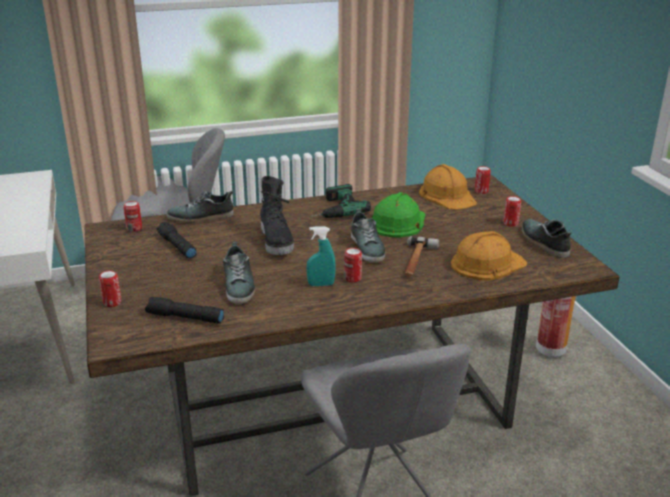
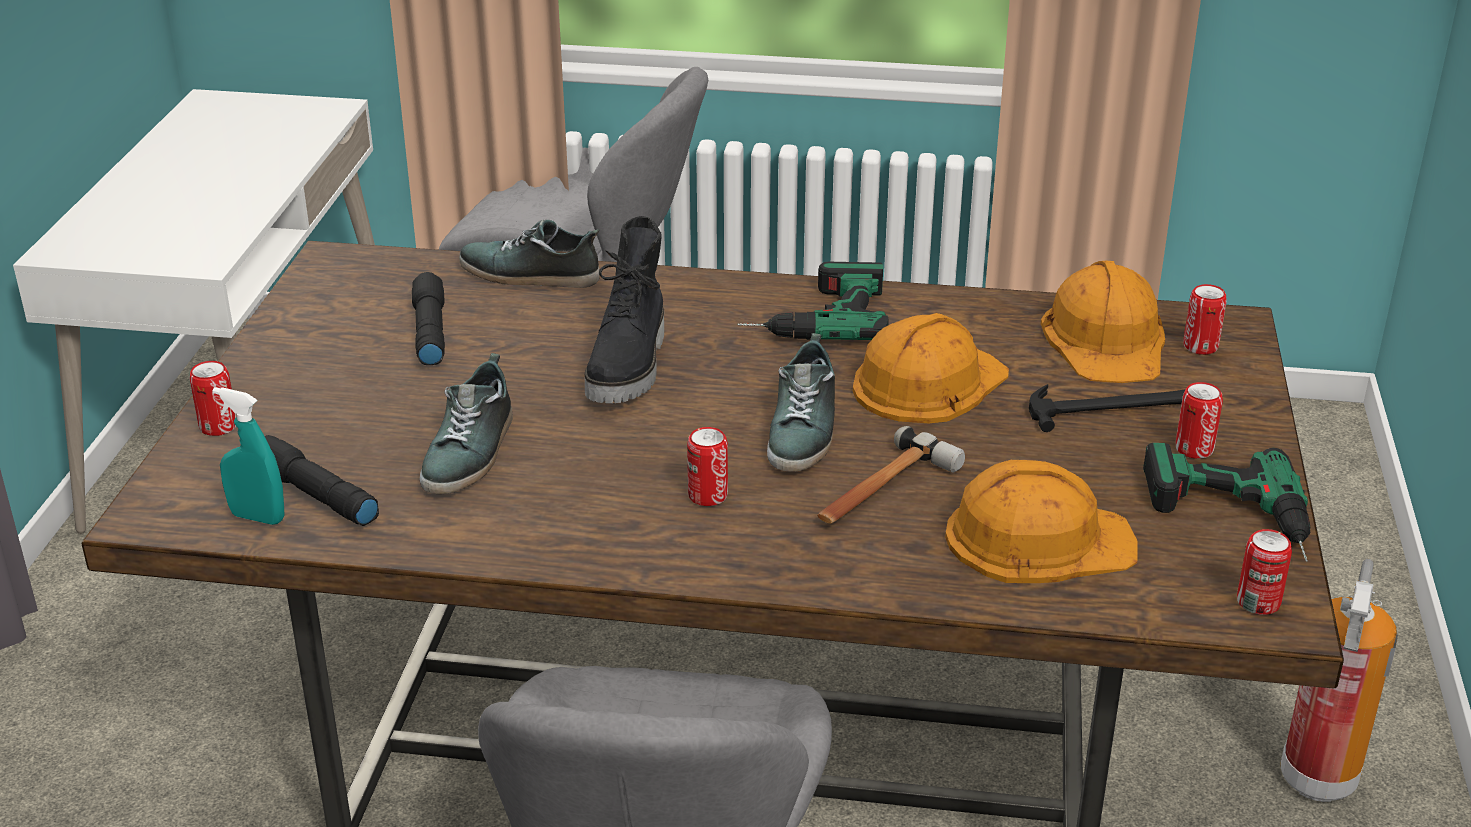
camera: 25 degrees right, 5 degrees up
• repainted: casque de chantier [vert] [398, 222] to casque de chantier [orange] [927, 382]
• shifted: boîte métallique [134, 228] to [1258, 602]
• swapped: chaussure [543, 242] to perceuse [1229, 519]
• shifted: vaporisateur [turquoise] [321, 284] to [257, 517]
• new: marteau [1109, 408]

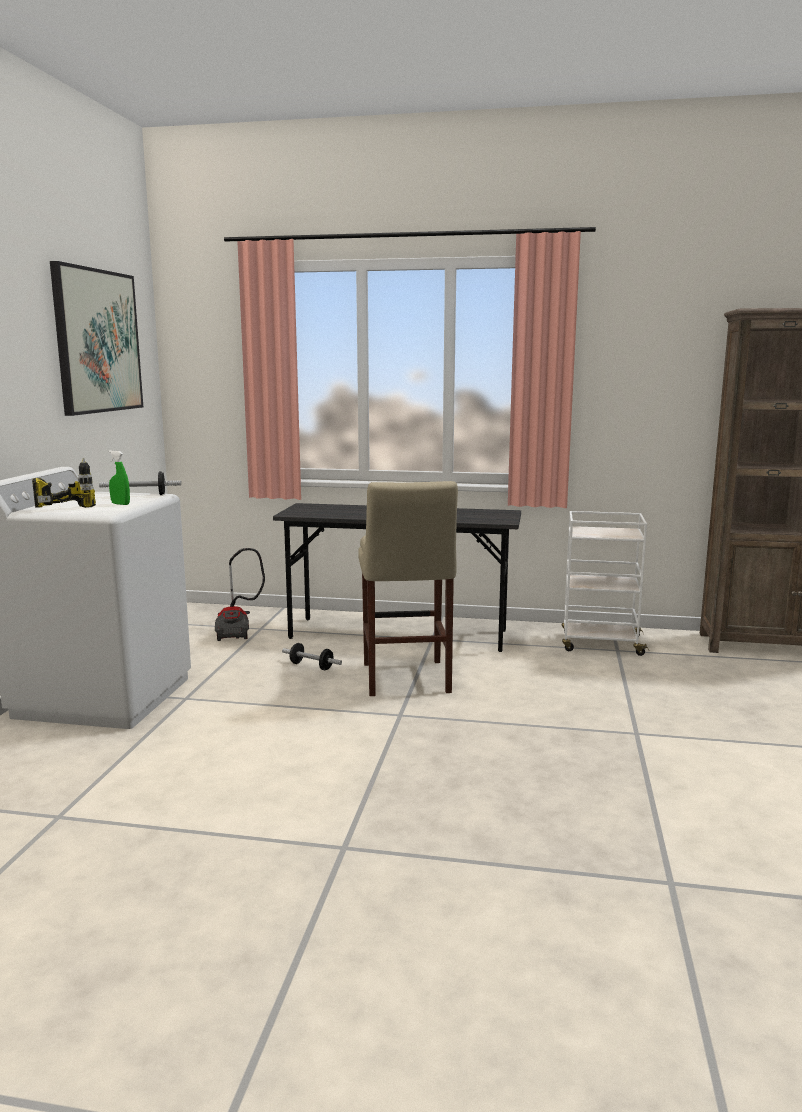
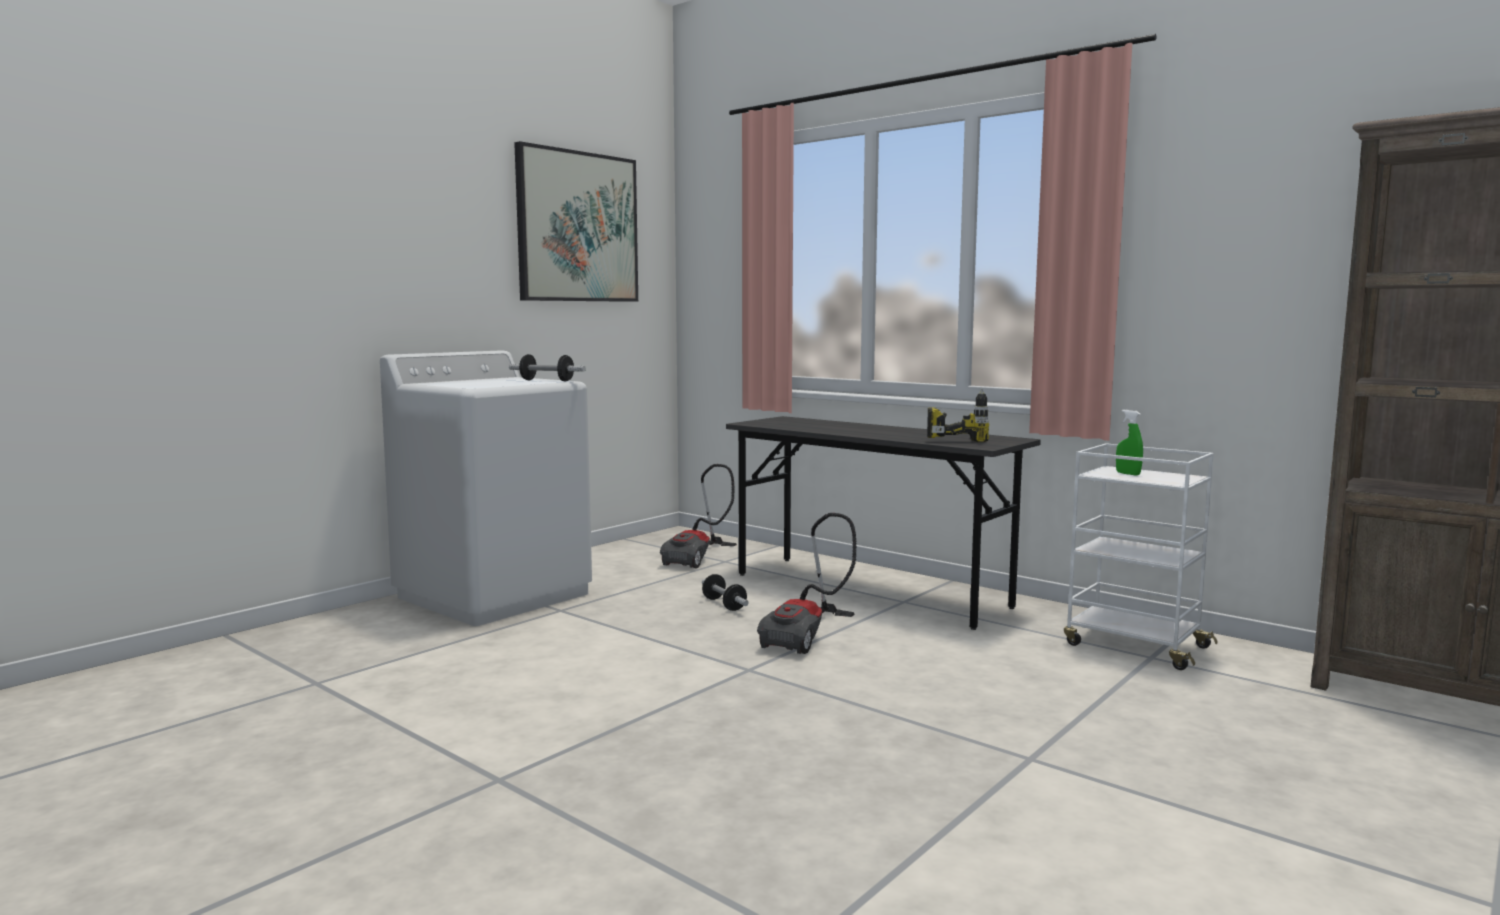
camera: 30 degrees right, 5 degrees down
• shifted: vaporisateur [vert] [120, 504] to [1128, 474]
• shifted: perceuse [66, 505] to [956, 439]
• swapped: tabouret [beige] [405, 680] to aspirateur [808, 637]

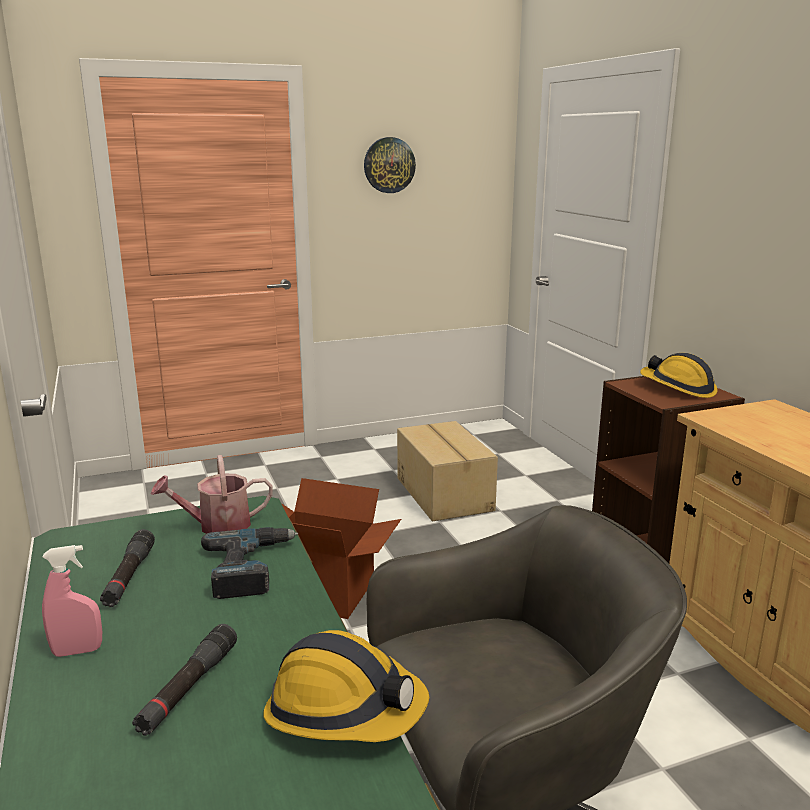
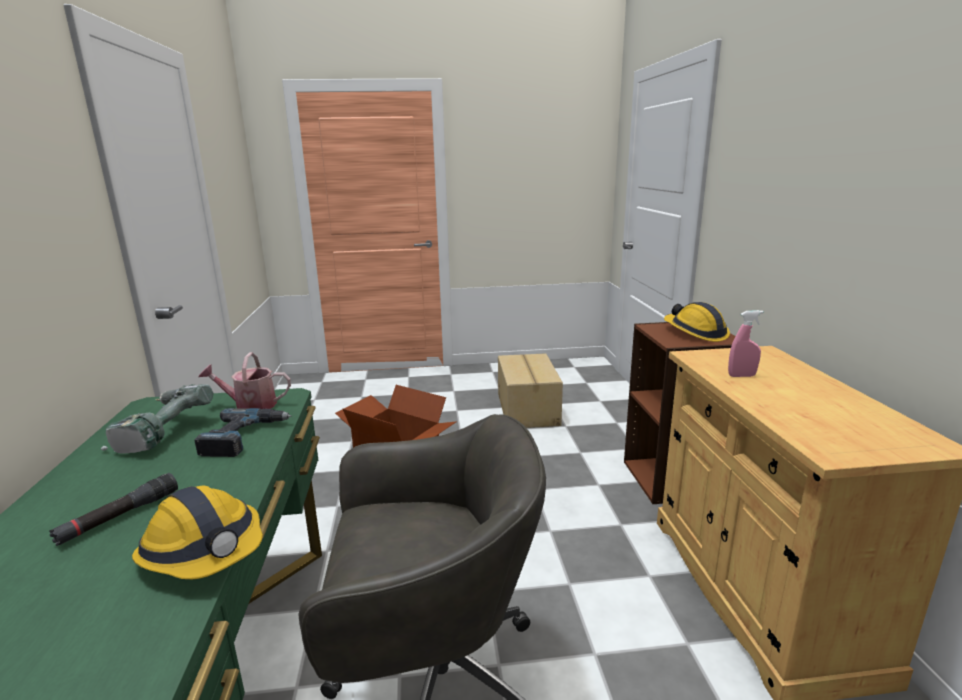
camera: 15 degrees right, 0 degrees up
• gone: horloge murale [389, 165]
• swapped: lampe de poche [noir] [129, 576] to perceuse [161, 433]
• shifted: vaporisateur [rose] [77, 651] to [741, 376]

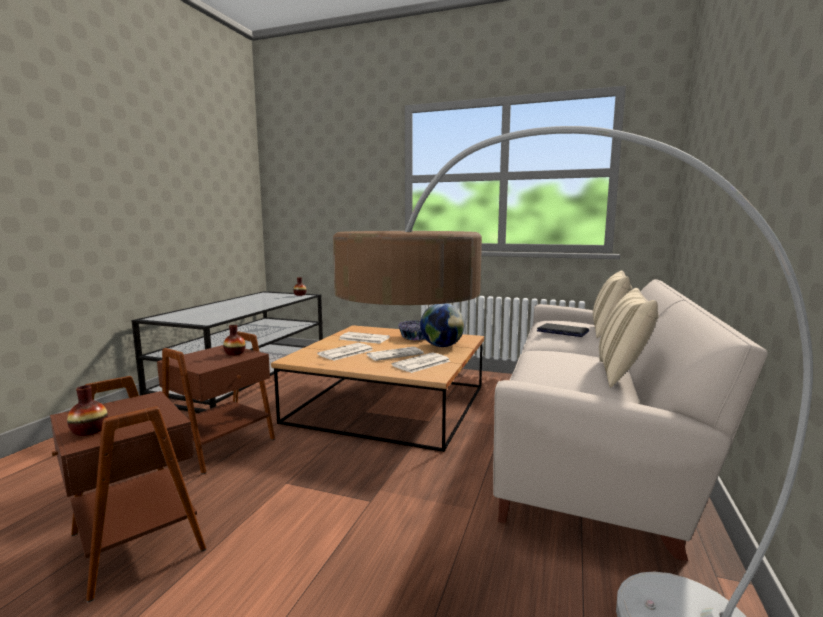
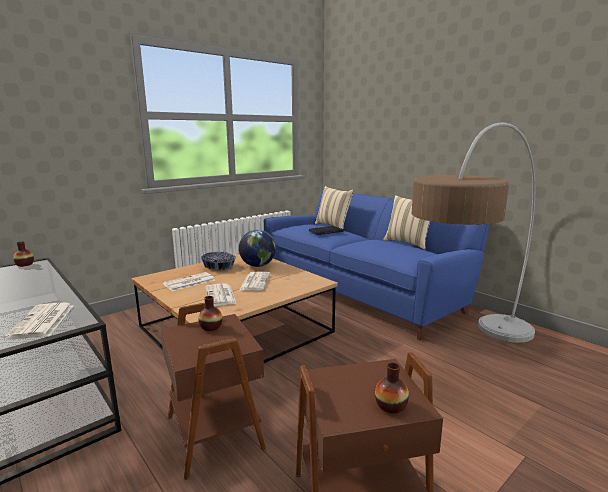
camera: 60 degrees left, 5 degrees up
• repainted: canapé [beige] [592, 440] to canapé [bleu] [361, 291]
• shifted: journal [421, 363] to [42, 321]

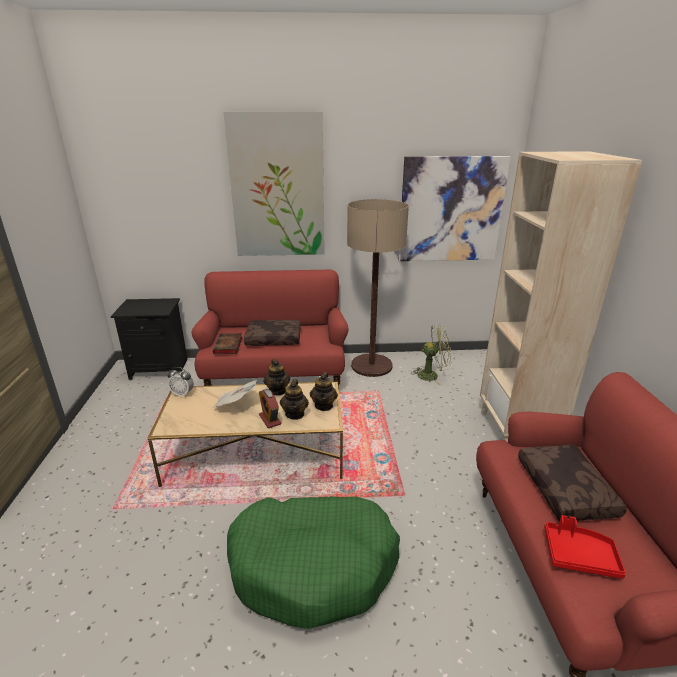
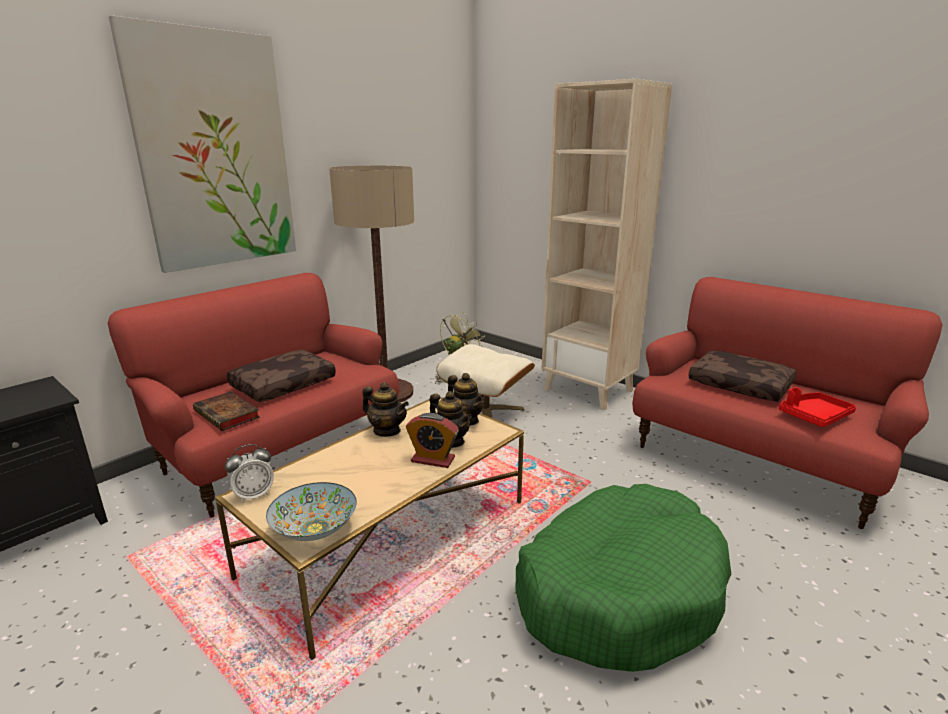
camera: 45 degrees left, 5 degrees down
• gone: tableau [451, 210]
• gone: journal [236, 404]
• new: pouf [beige] [485, 411]
• new: bol [314, 529]

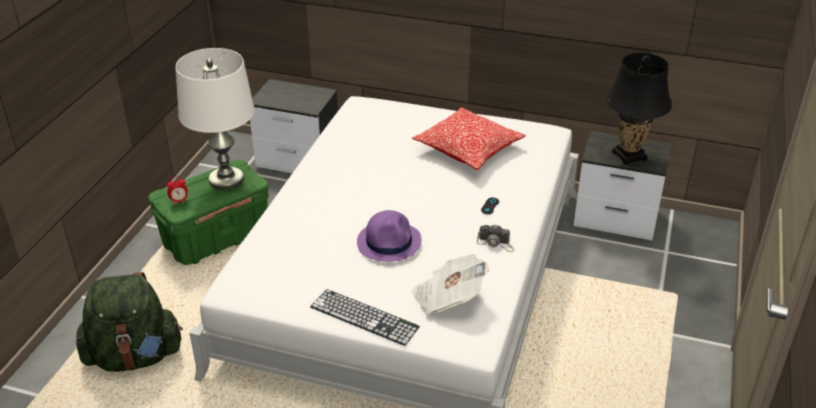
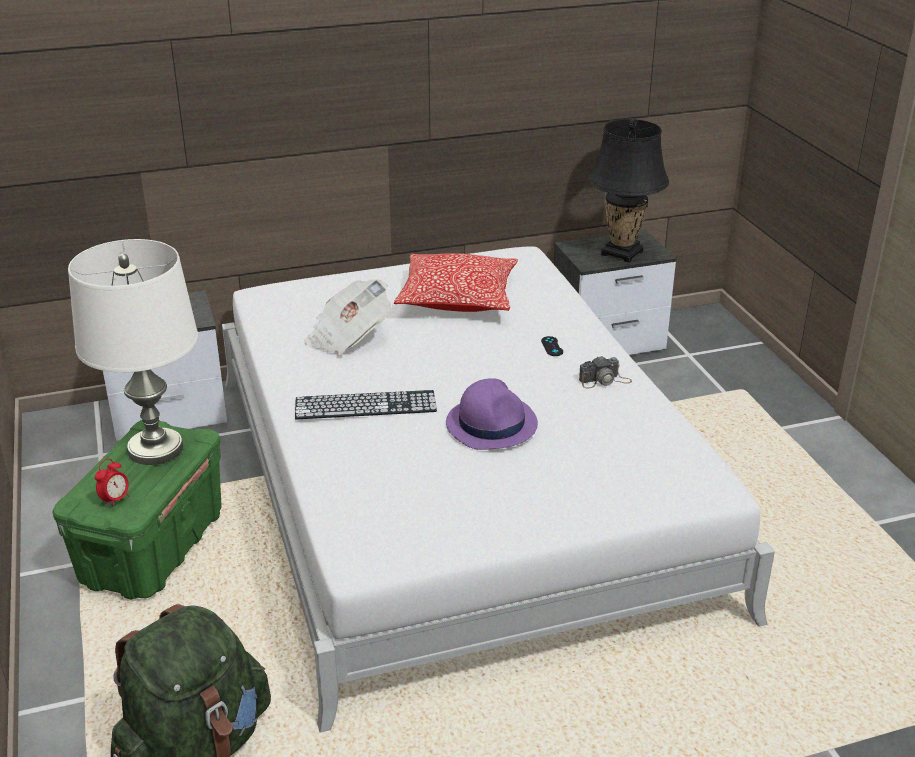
camera: 35 degrees left, 5 degrees down
• shifted: journal [448, 298] to [348, 337]
• shifted: clavier [364, 317] to [365, 405]

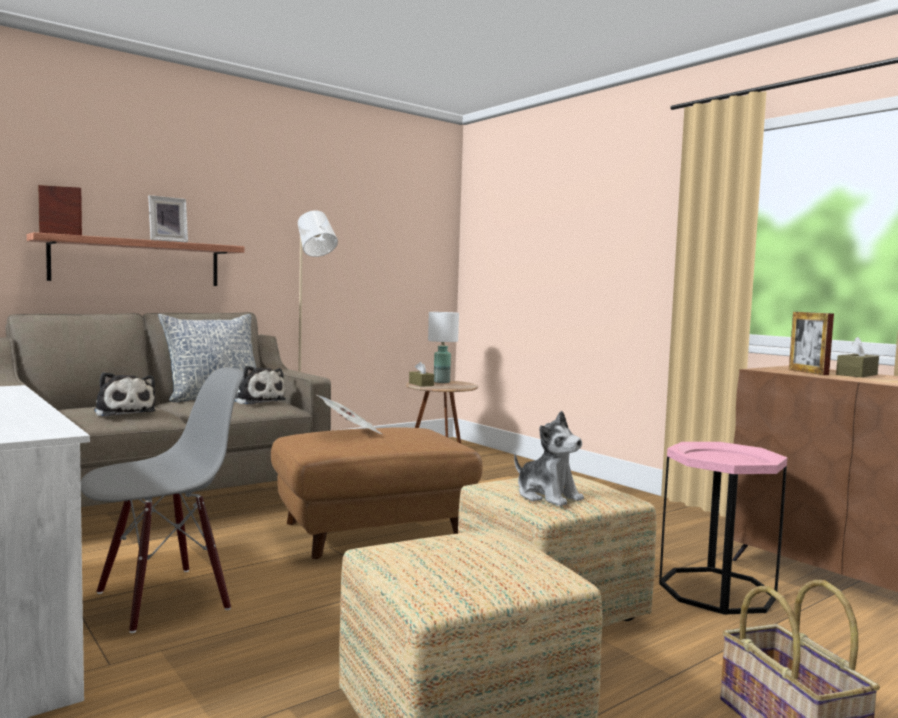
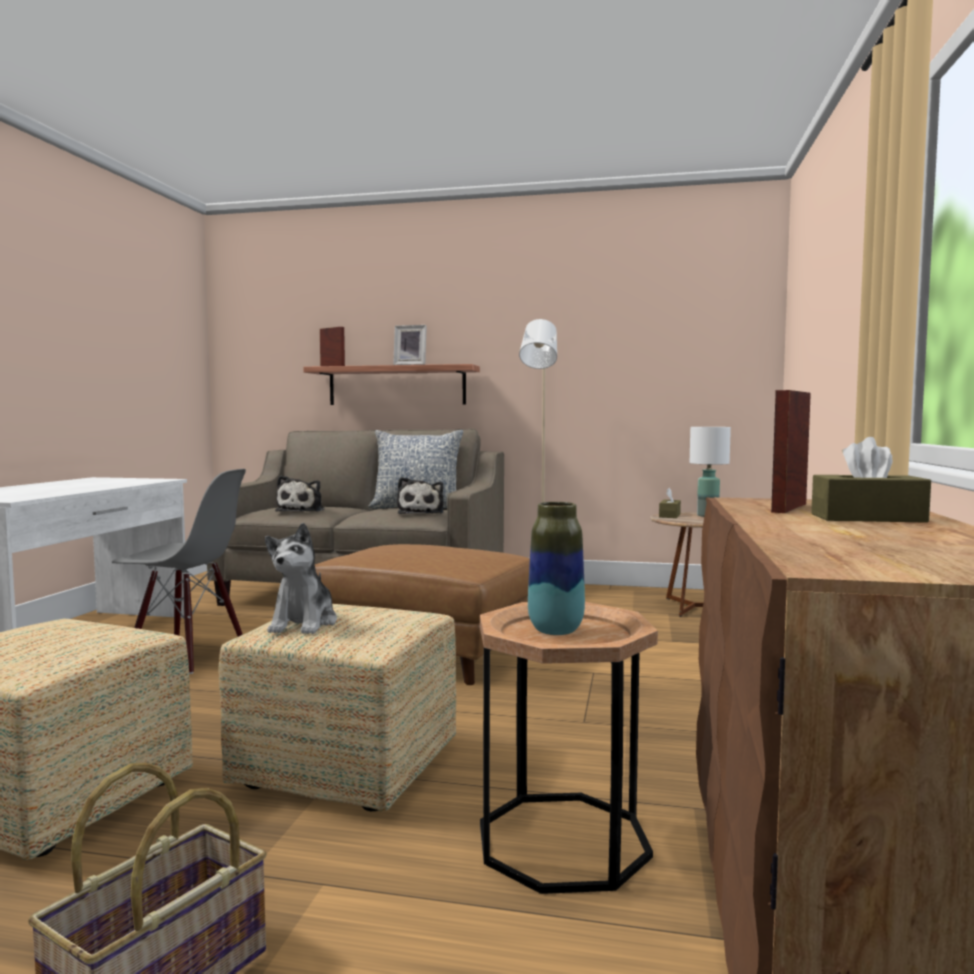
camera: 50 degrees right, 0 degrees up
• gone: journal [350, 433]
• repainted: table d'appoint [rose] [717, 590] to table d'appoint [marron] [563, 840]
• new: vase [555, 630]

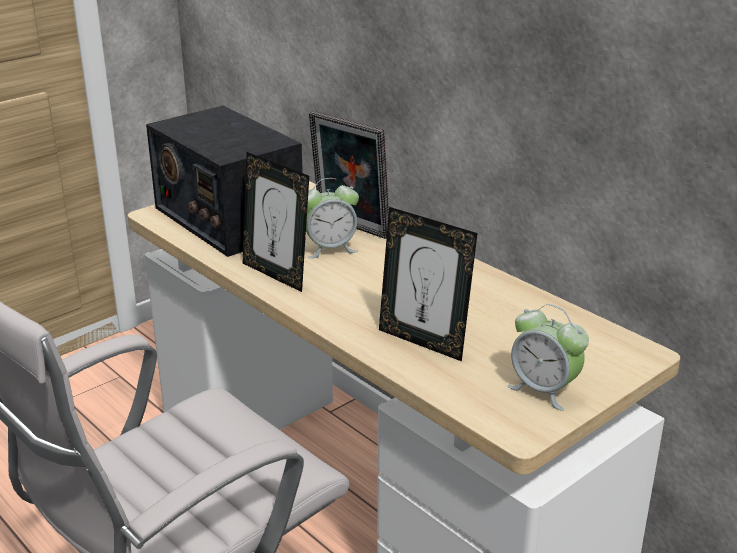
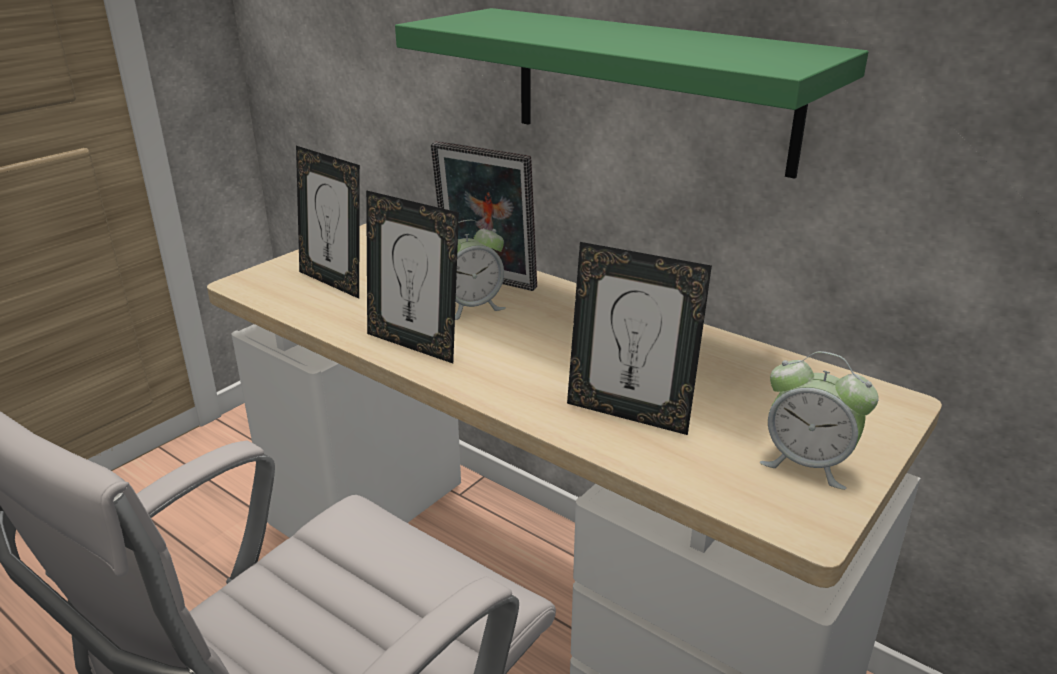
camera: 10 degrees left, 0 degrees up
• swapped: radio [227, 218] to cadre photo [334, 282]
• new: étagère [vert] [650, 88]

